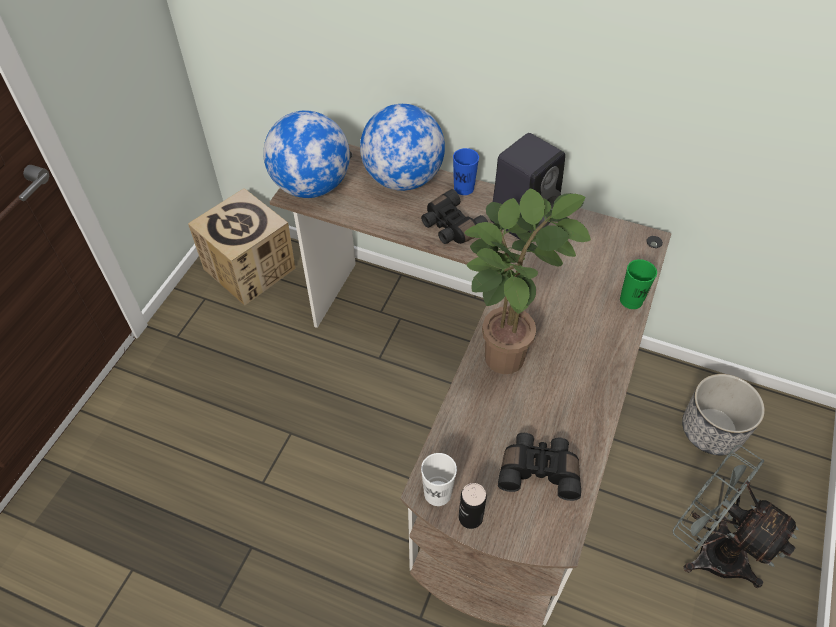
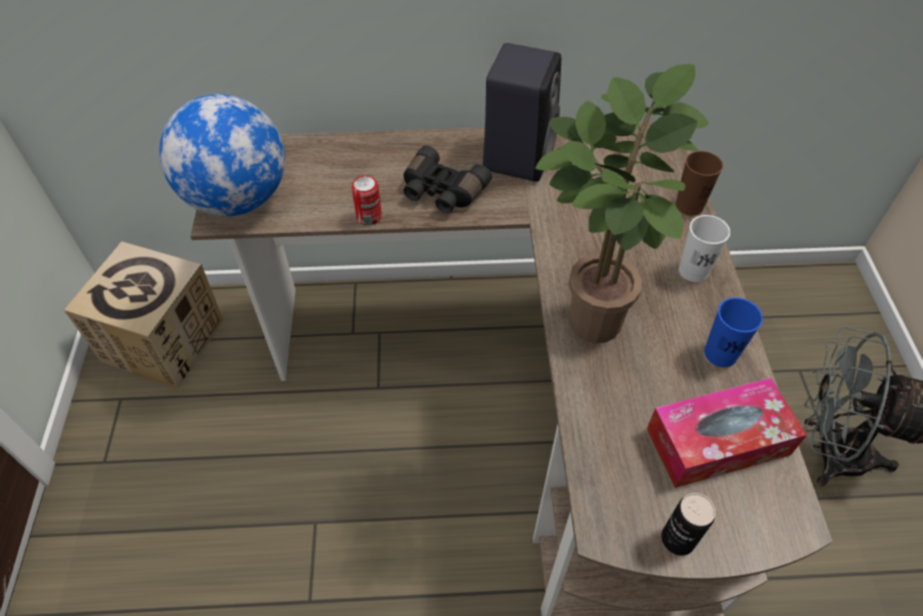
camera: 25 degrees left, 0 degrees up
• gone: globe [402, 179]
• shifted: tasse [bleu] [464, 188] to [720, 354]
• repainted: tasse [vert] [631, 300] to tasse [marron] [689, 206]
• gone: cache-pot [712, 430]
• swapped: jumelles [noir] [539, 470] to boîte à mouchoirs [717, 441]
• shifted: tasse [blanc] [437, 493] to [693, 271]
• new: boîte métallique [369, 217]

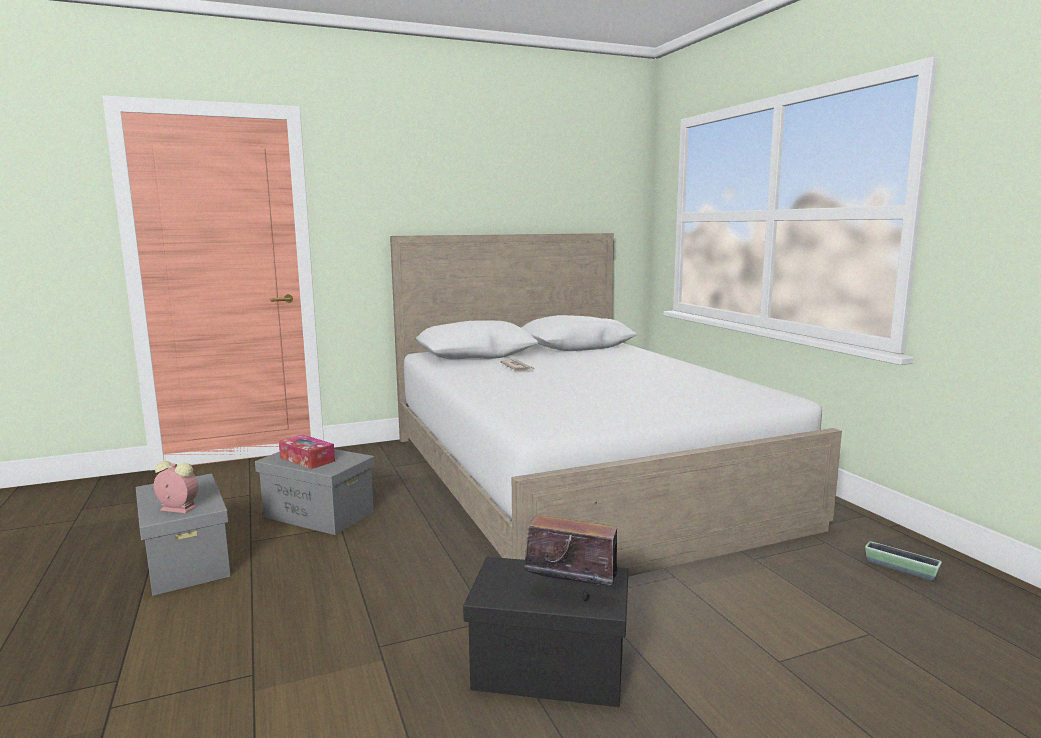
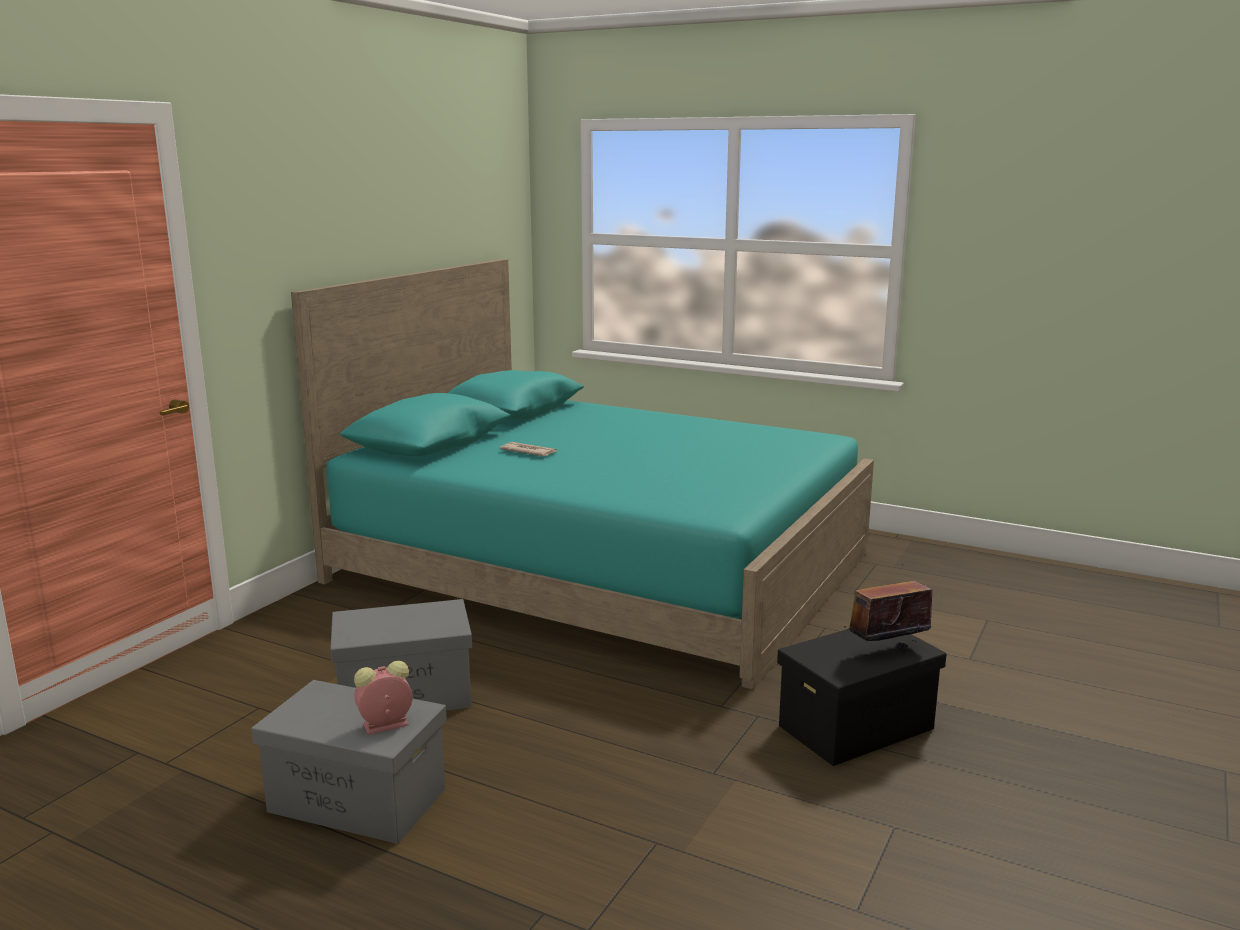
camera: 40 degrees left, 5 degrees up
• repainted: lit [blanc] [577, 477] to lit [turquoise] [602, 566]
• gone: boîte à mouchoirs [307, 459]
• gone: cache-pot [900, 569]

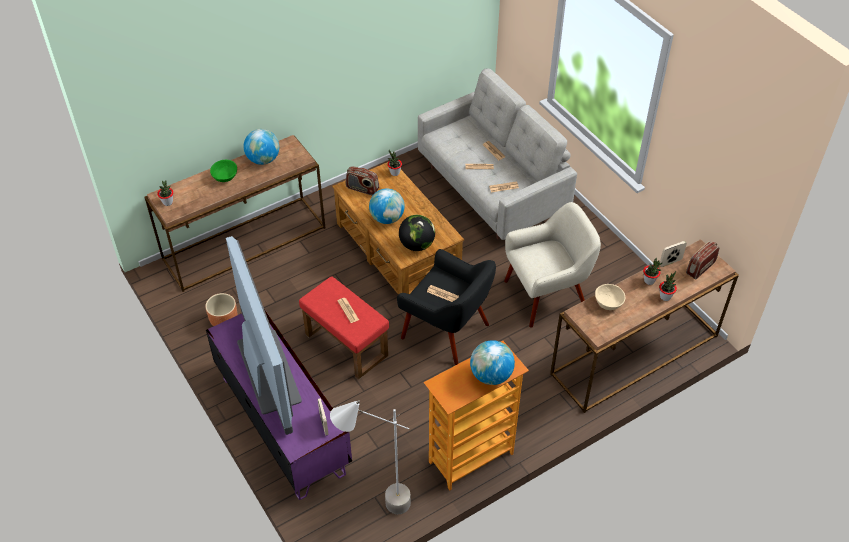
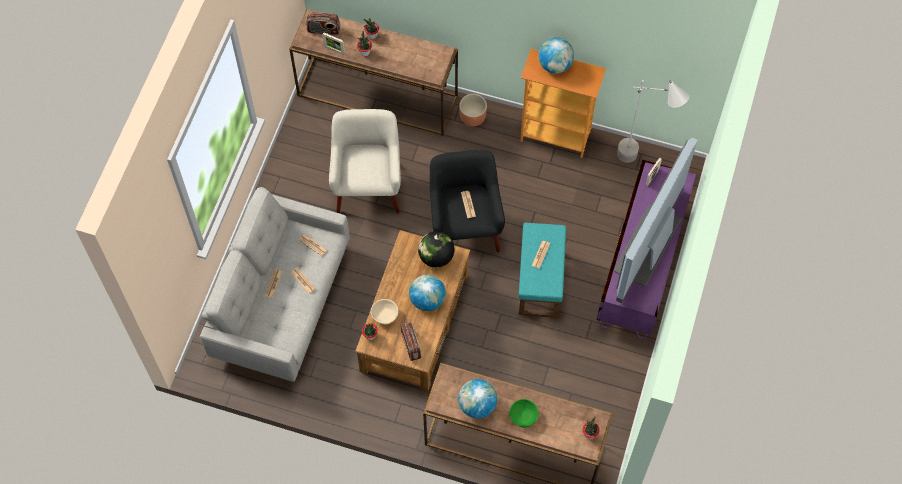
camera: 130 degrees left, 15 degrees up
• rotated: fauteuil [beige] [547, 294] = [368, 185] 60 degrees clockwise
• repainted: pouf [rouge] [347, 345] to pouf [turquoise] [539, 281]
• shifted: bol [beige] [608, 303] to [385, 315]
• shifted: cache-pot [marron] [224, 321] to [472, 118]

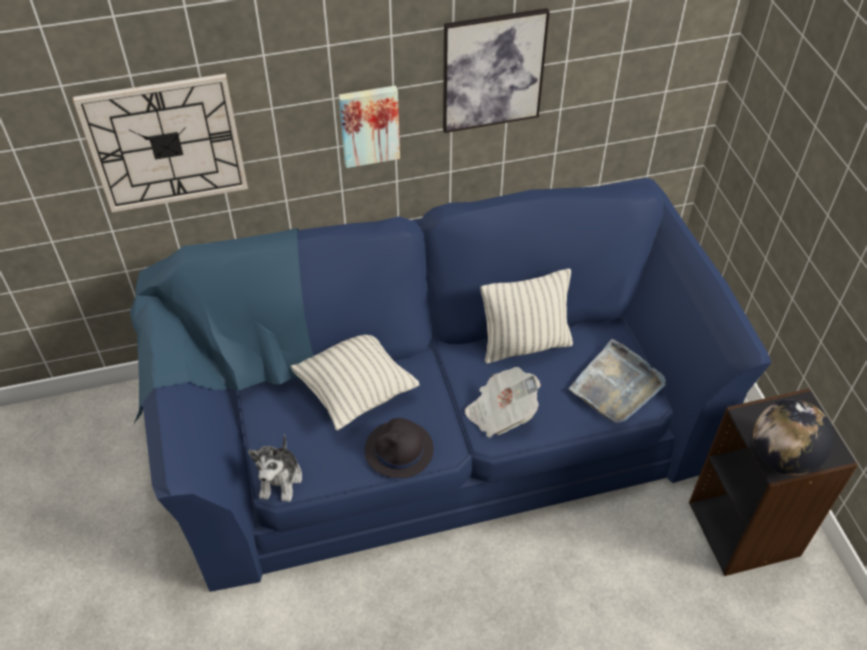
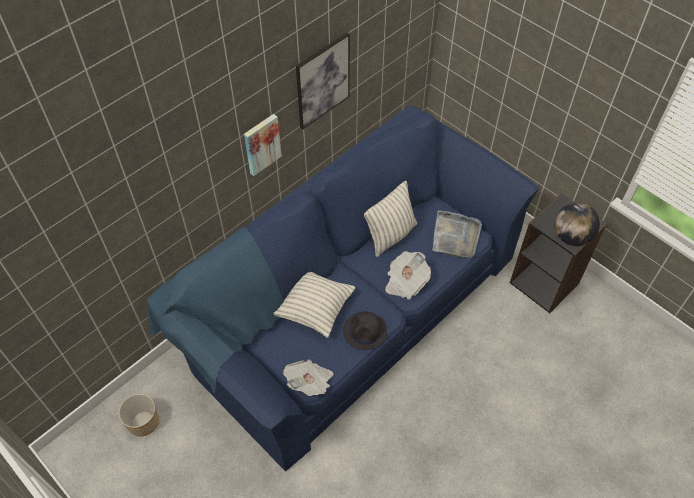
camera: 30 degrees left, 5 degrees up
• gone: horloge murale [166, 143]
• swapped: peluche [280, 479] to journal [310, 382]
• new: cache-pot [143, 422]

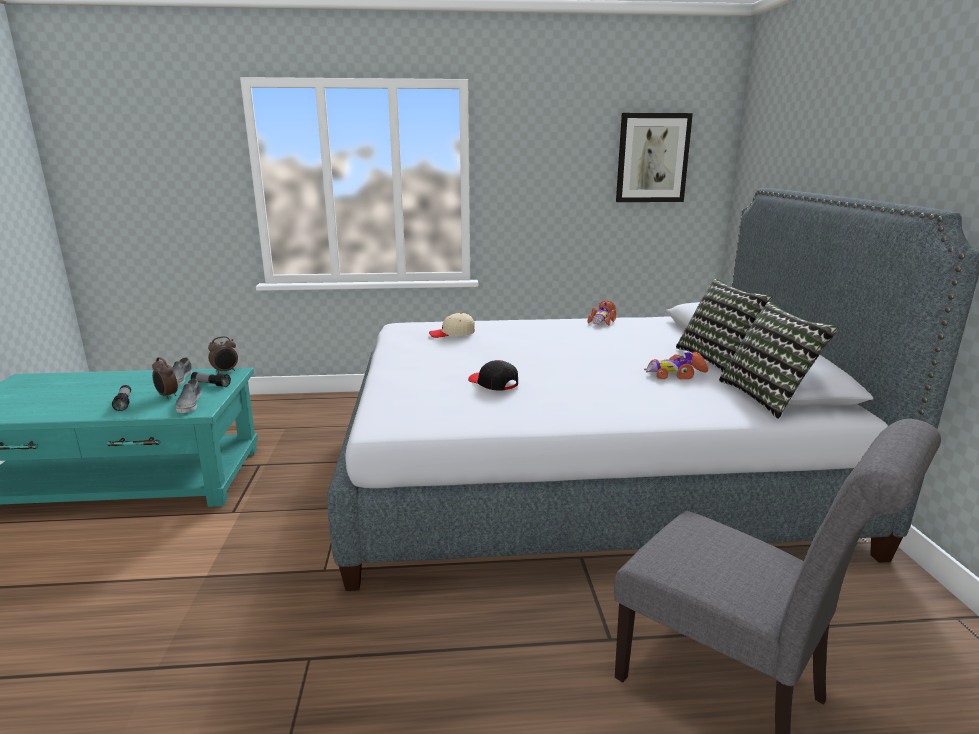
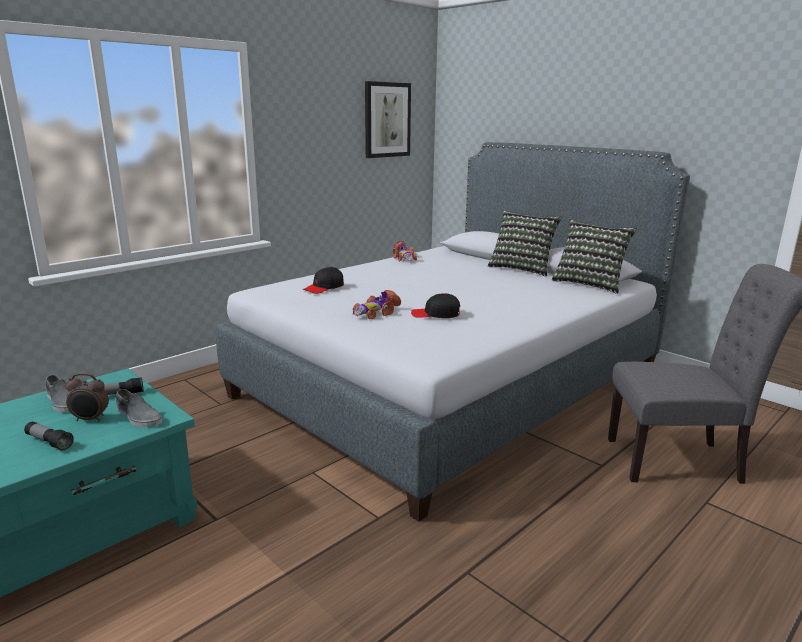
camera: 40 degrees left, 0 degrees up
• repainted: casquette [beige] [452, 333] to casquette [noir] [324, 288]
• gone: réveil [225, 371]
• shifted: petite voiture [674, 374] to [376, 313]

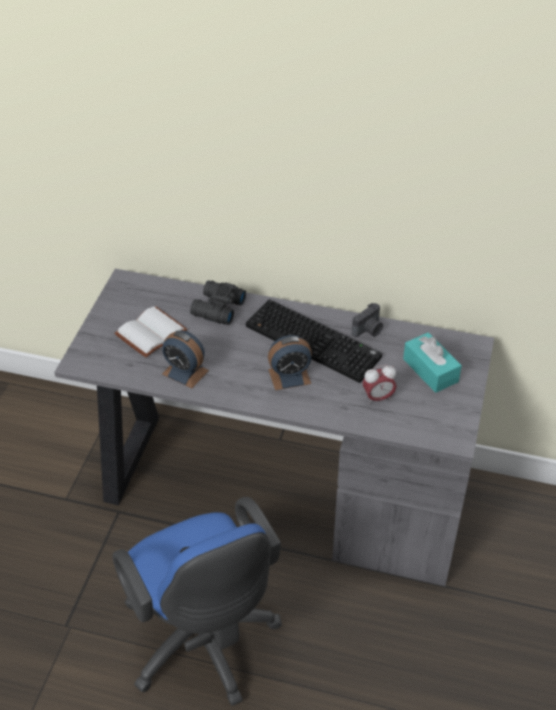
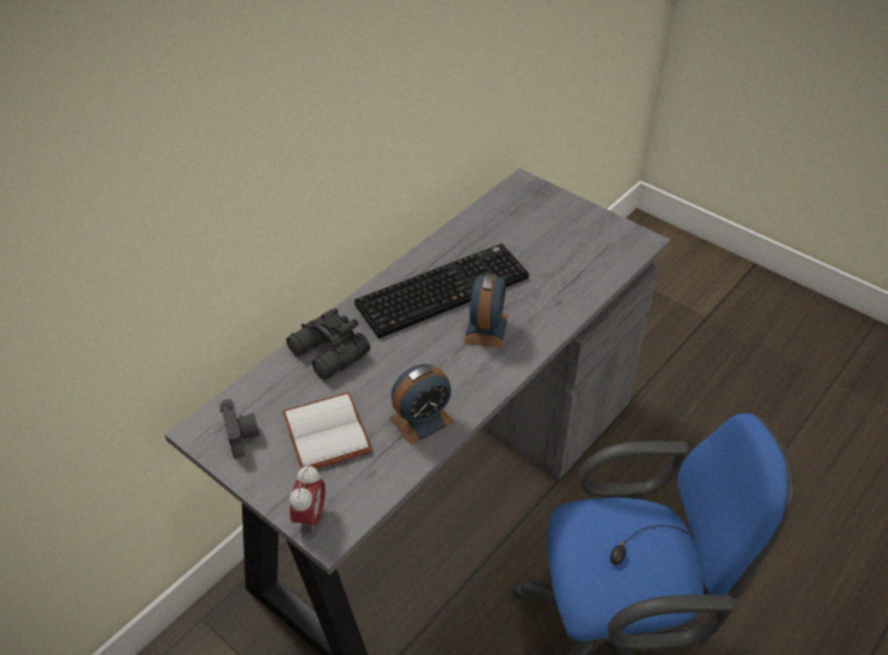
camera: 65 degrees left, 0 degrees up
• shifted: appareil photo [369, 330] to [243, 436]
• gone: boîte à mouchoirs [turquoise] [430, 370]
• shifted: réveil [378, 398] to [310, 516]

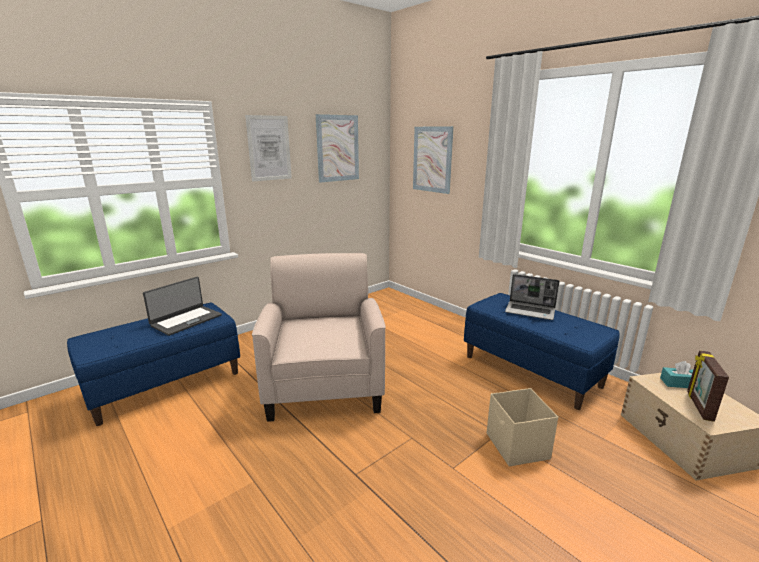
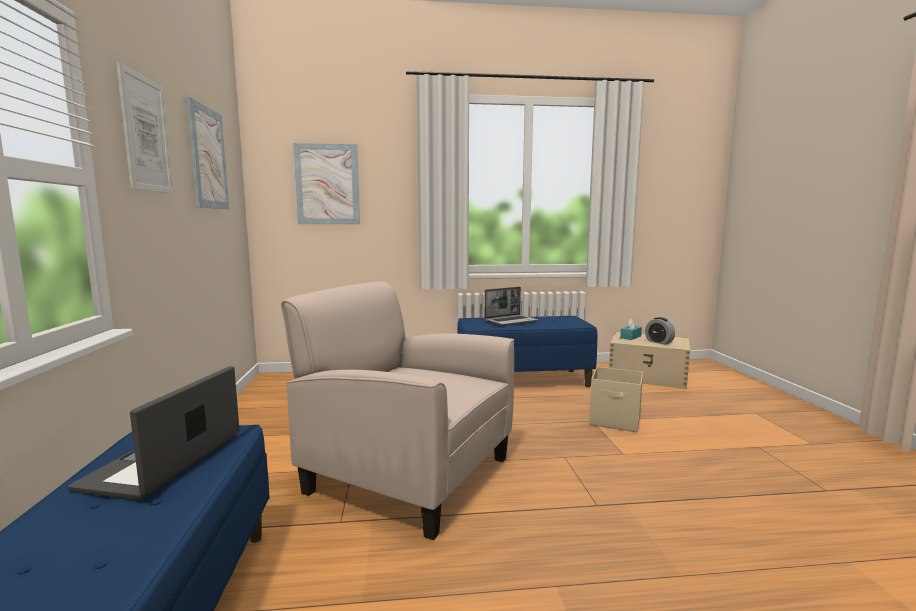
camera: 55 degrees left, 10 degrees down
• rotated: ordinateur portable [186, 320] = [165, 461] 150 degrees counterclockwise
• swapped: cadre photo [698, 406] to réveil [659, 342]

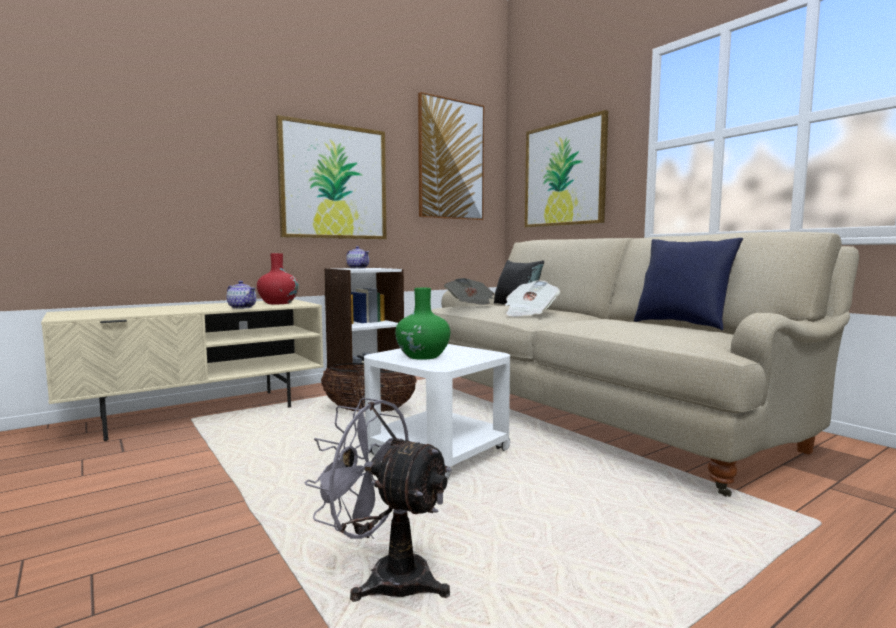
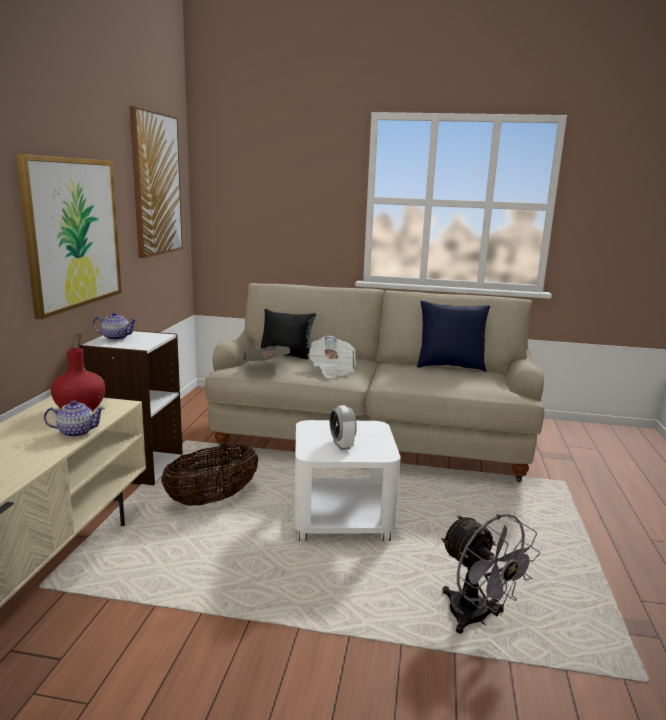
camera: 45 degrees left, 10 degrees up
• gone: tableau [564, 174]
• swapped: vase [vert] [423, 356] to réveil [342, 445]
• rotated: ventilateur [gris] [386, 577] = [476, 619] 105 degrees counterclockwise

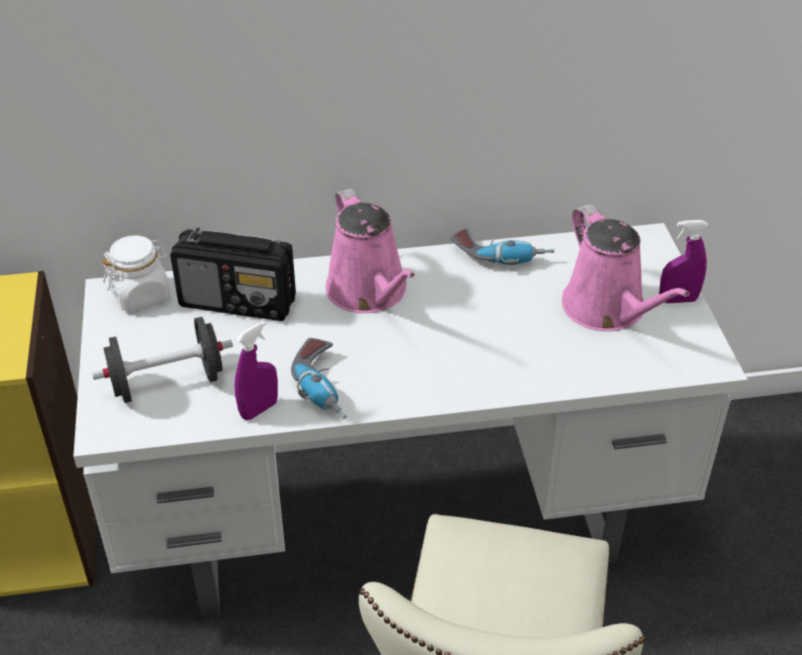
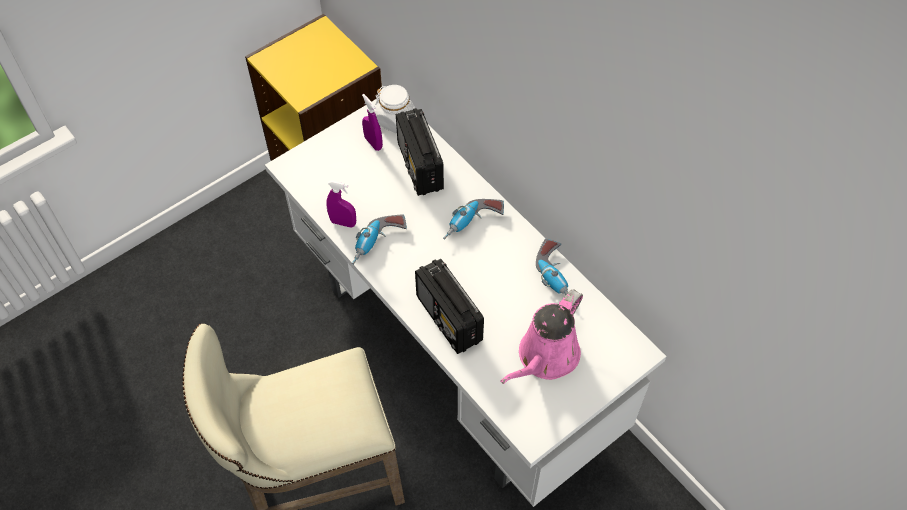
camera: 60 degrees right, 15 degrees up
• swapped: arrosoir [rose] [370, 292] to perceuse [472, 224]
• shifted: vaporisateur [violet] [678, 300] to [373, 143]
• gone: haltère [noir] [167, 383]
• new: radio [449, 319]

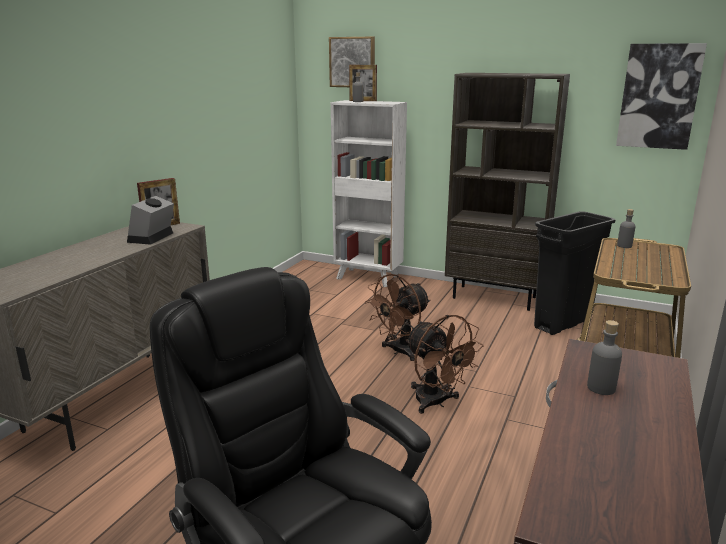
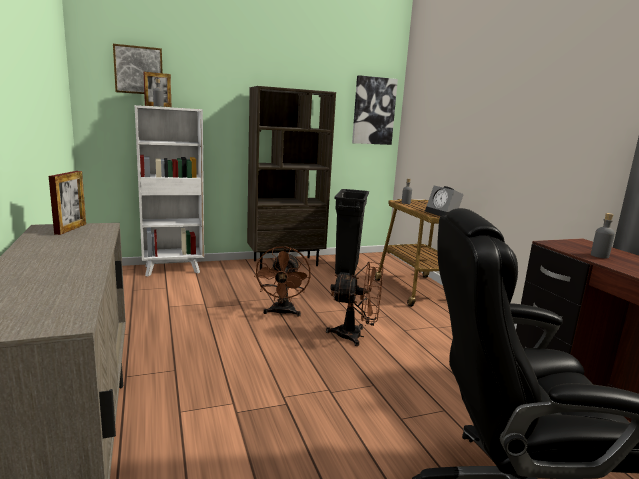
camera: 45 degrees left, 5 degrees down
• shifted: réveil [152, 238] to [443, 213]

